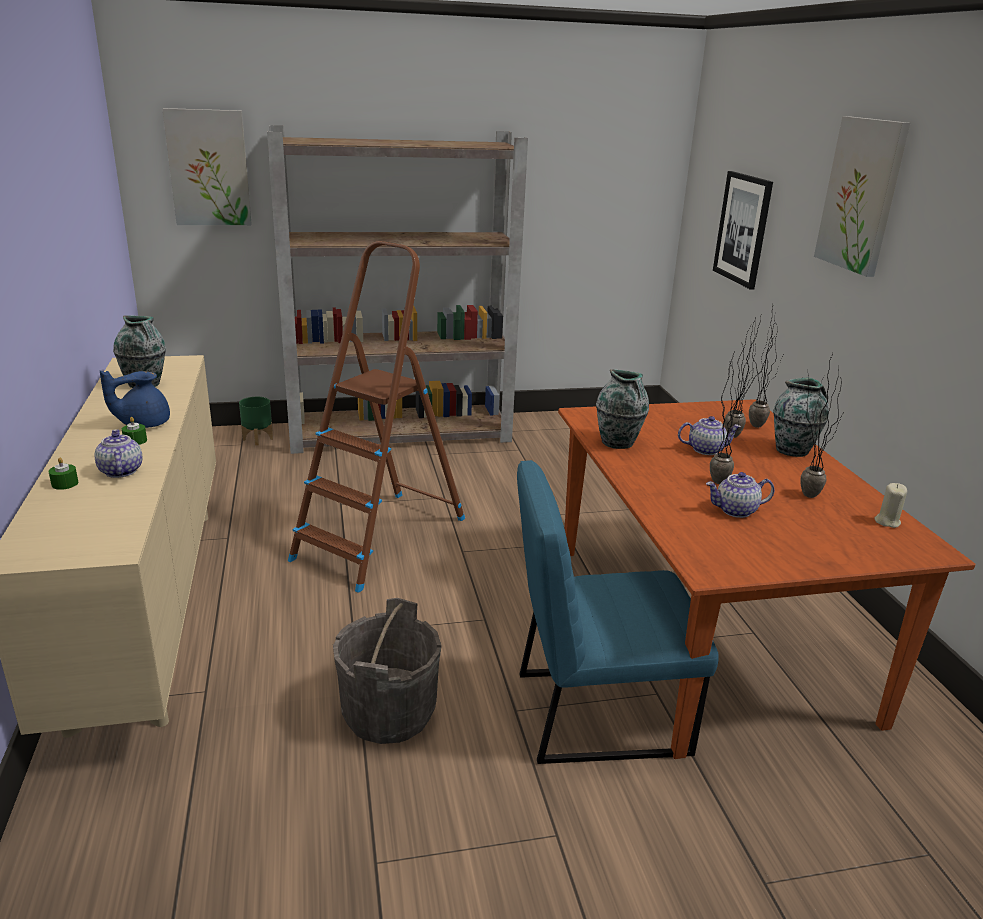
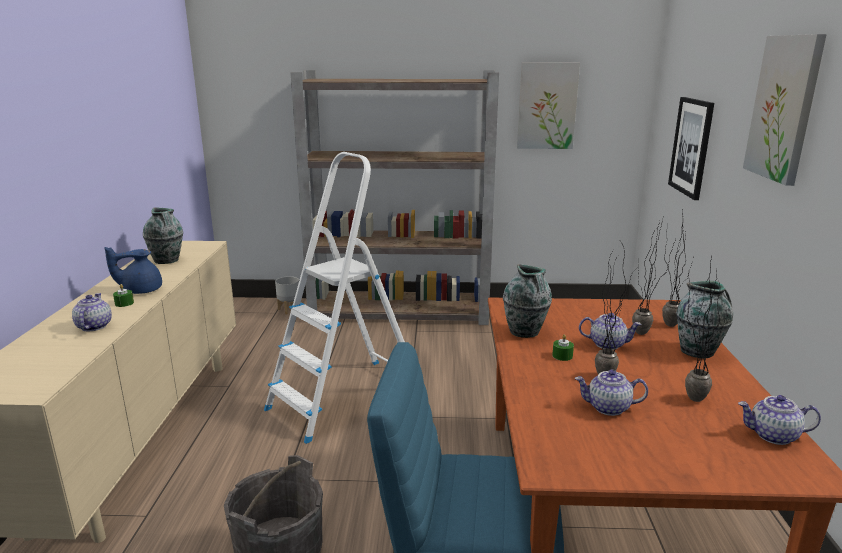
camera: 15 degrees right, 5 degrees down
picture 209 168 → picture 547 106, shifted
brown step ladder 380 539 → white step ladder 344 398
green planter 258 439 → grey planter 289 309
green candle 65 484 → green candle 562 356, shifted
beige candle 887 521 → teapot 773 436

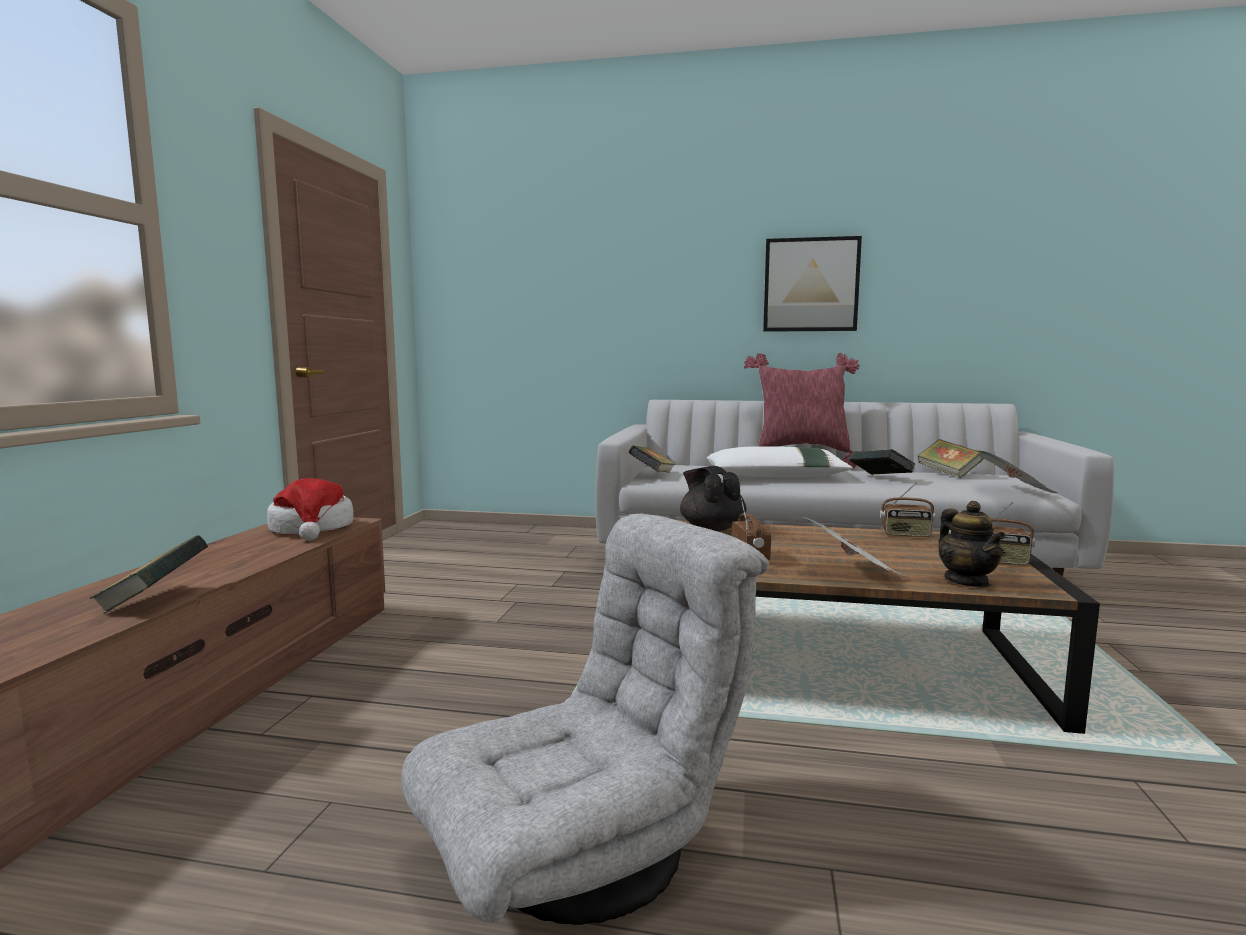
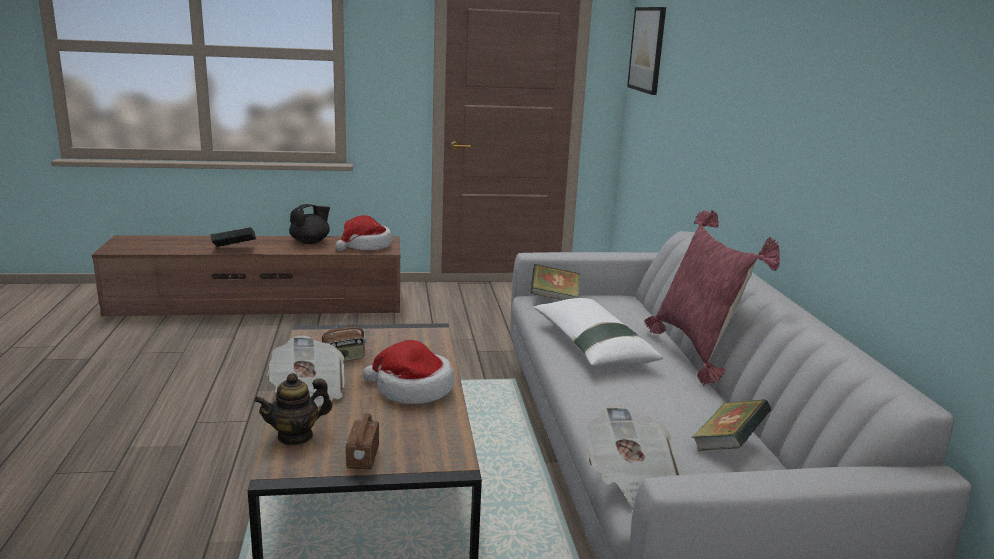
camera: 70 degrees right, 10 degrees up
picture 811 285 → picture 647 49, shifted
book 880 479 → -
black teapot 711 528 → black teapot 310 242, shifted
radio 906 535 → -
grey armchair 583 853 → -
- → hat 412 389

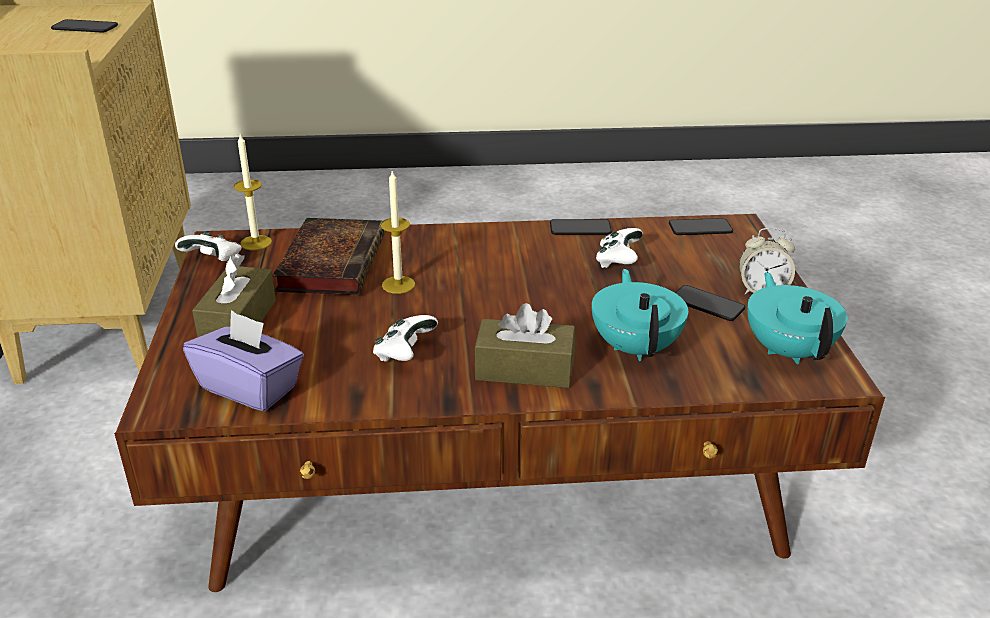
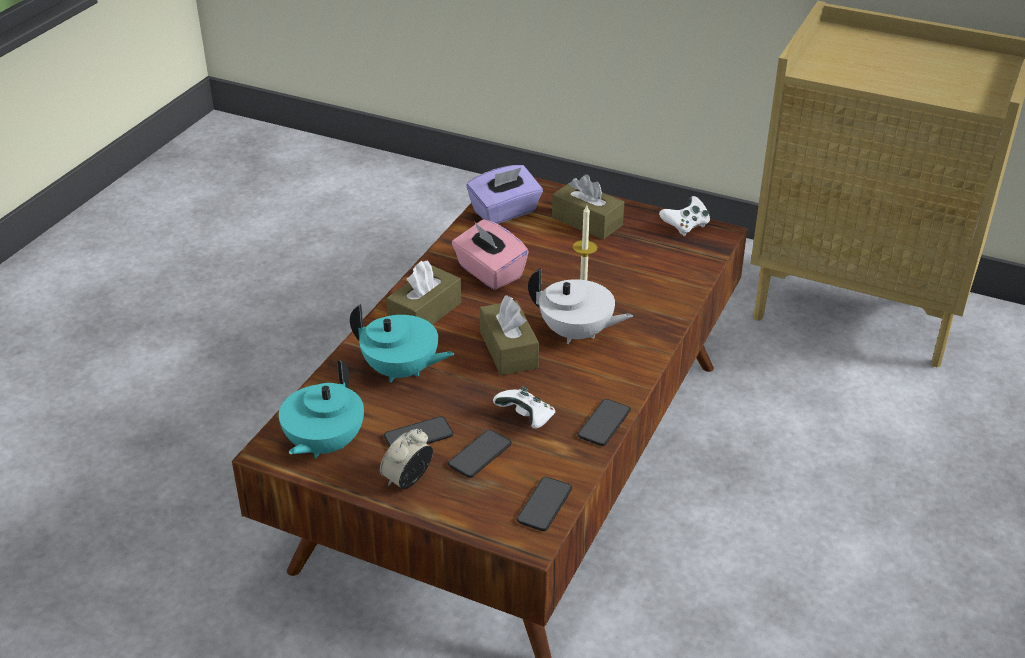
camera: 120 degrees right, 5 degrees up
phone 85 28 → phone 480 454, shifted
candle 256 242 → -
book 332 262 → -
turquoise teapot 788 350 → turquoise teapot 323 444, 90 degrees clockwise
white game controller 404 353 → pink tissue box 489 272
- → white teapot 576 333
- → brown tissue box 508 350

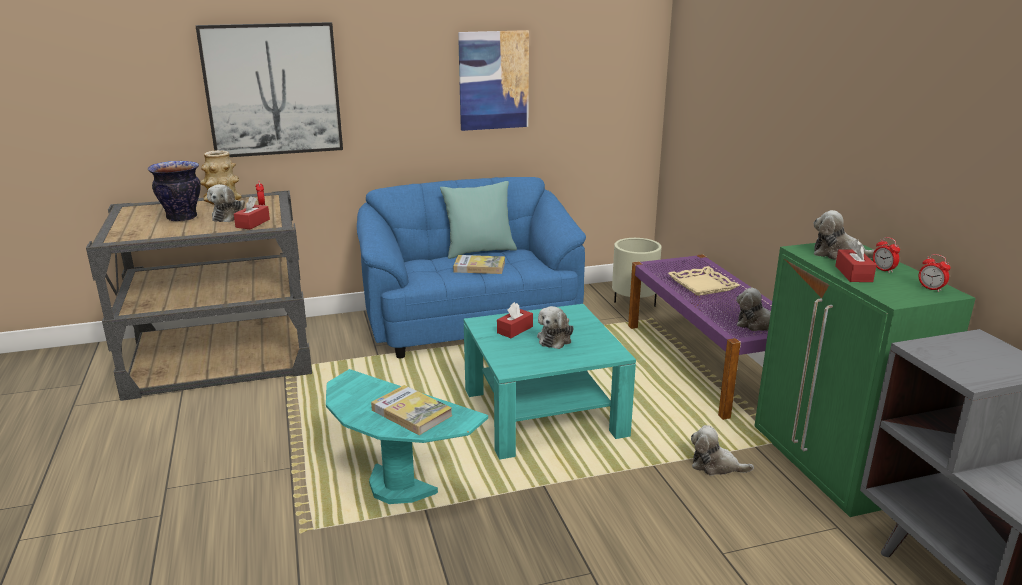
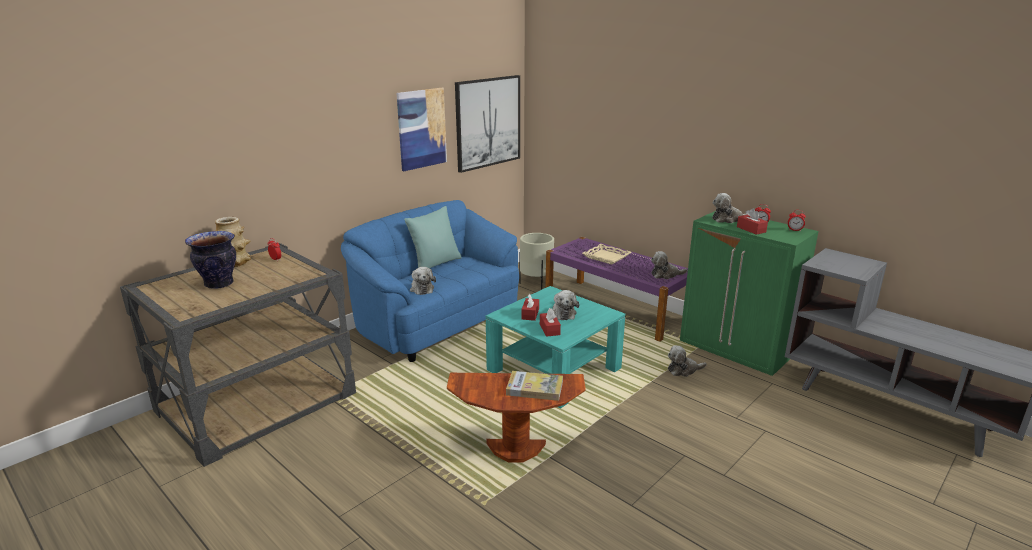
camera: 30 degrees left, 0 degrees up
picture 273 90 → picture 488 122, shifted
plush toy 229 216 → plush toy 421 288, shifted
red tissue box 253 223 → red tissue box 549 329, shifted
book 479 267 → -
turquoise side table 398 487 → brown side table 515 450

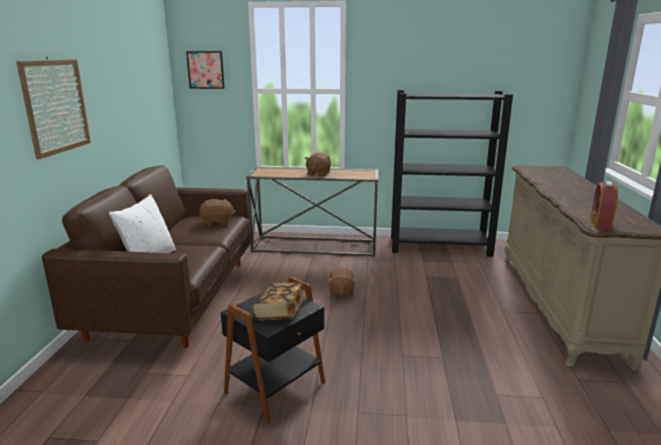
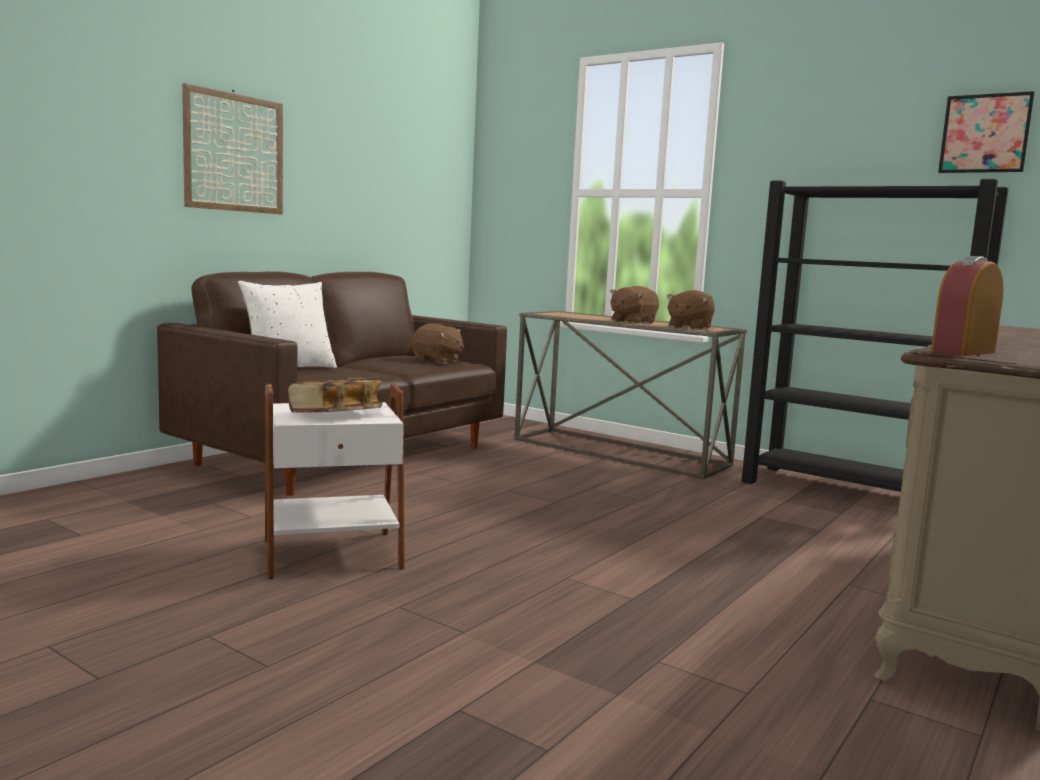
camera: 30 degrees right, 10 degrees down
picture 205 70 → picture 985 133, shifted
brown plush toy 341 293 → brown plush toy 689 328, shifted
black side table 277 388 → white side table 333 555

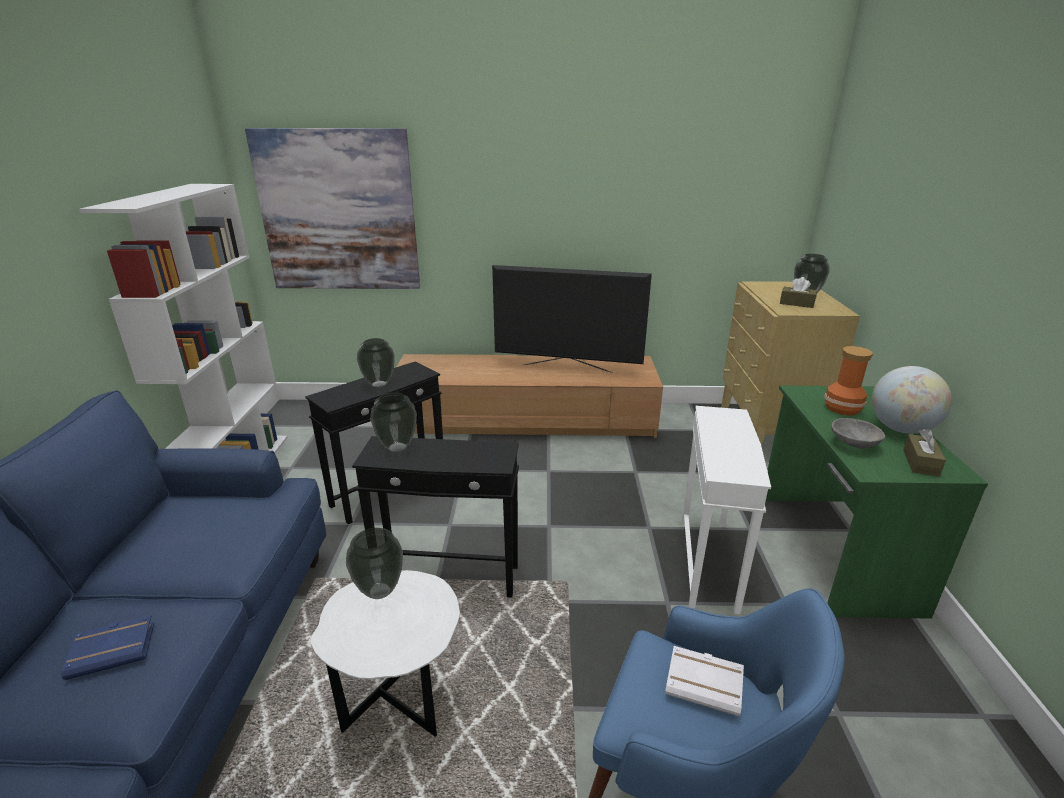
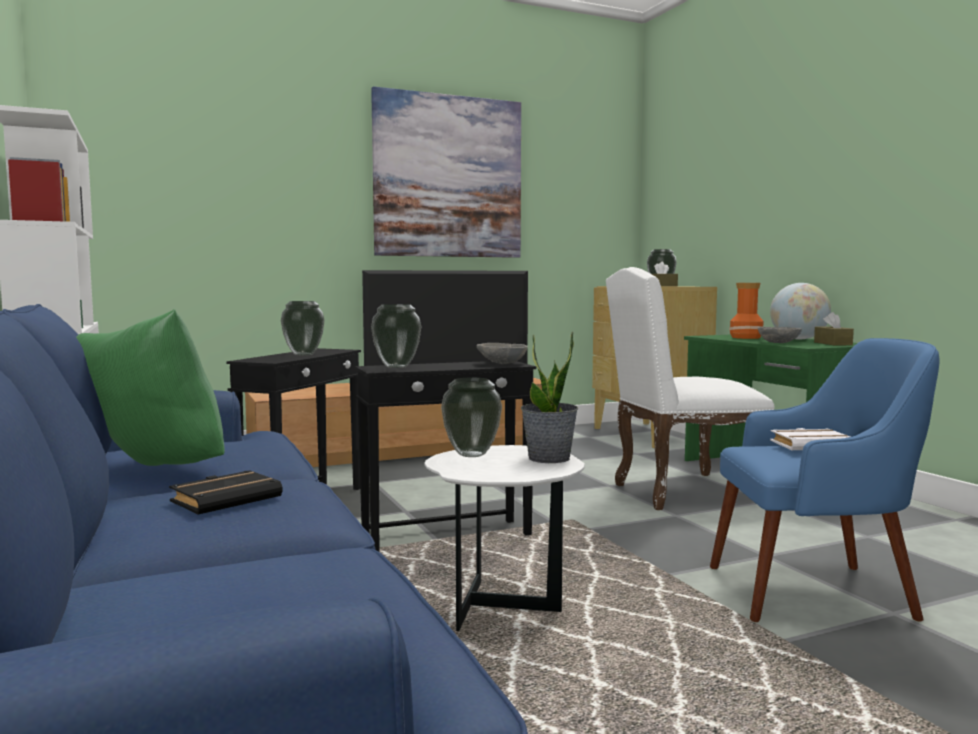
camera: 25 degrees left, 20 degrees down
picture 338 212 → picture 448 177, shifted
white side table 709 561 → white chair 683 492
blue book 114 649 → black book 227 499
- → green pillow 152 471
- → potted plant 549 458
- → grey bowl 501 363

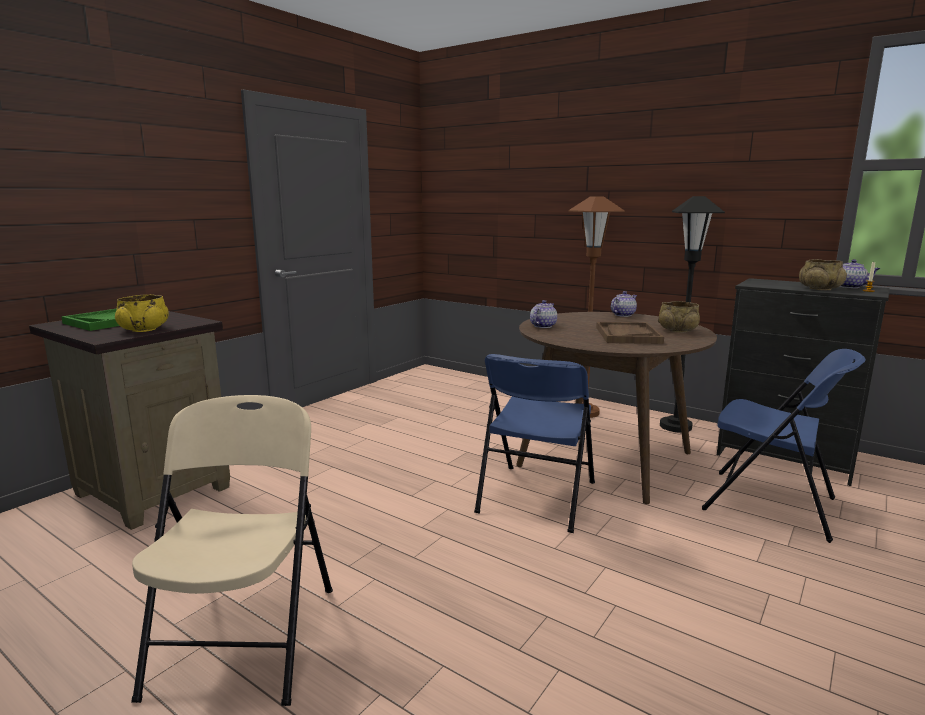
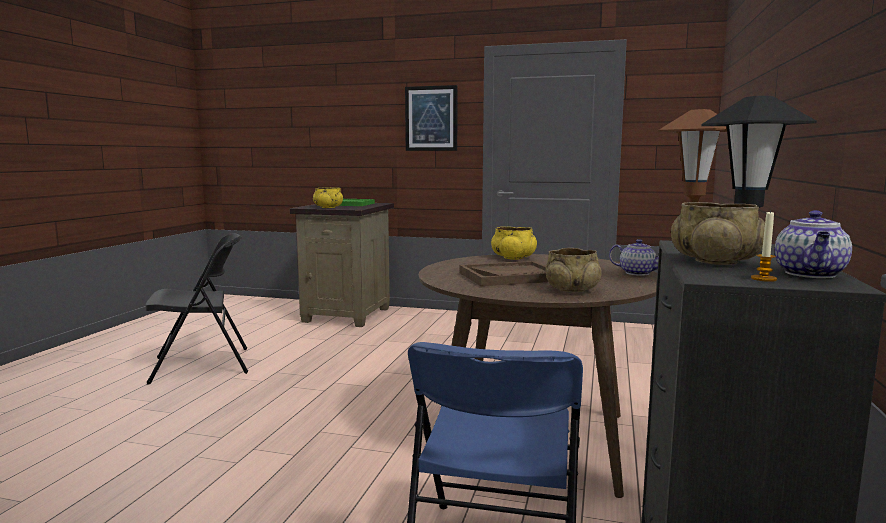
camera: 70 degrees right, 5 degrees down
teapot 542 326 → yellow bowl 513 257
blue chair 536 497 → -
beige chair 245 640 → black chair 201 365
- → picture 431 118

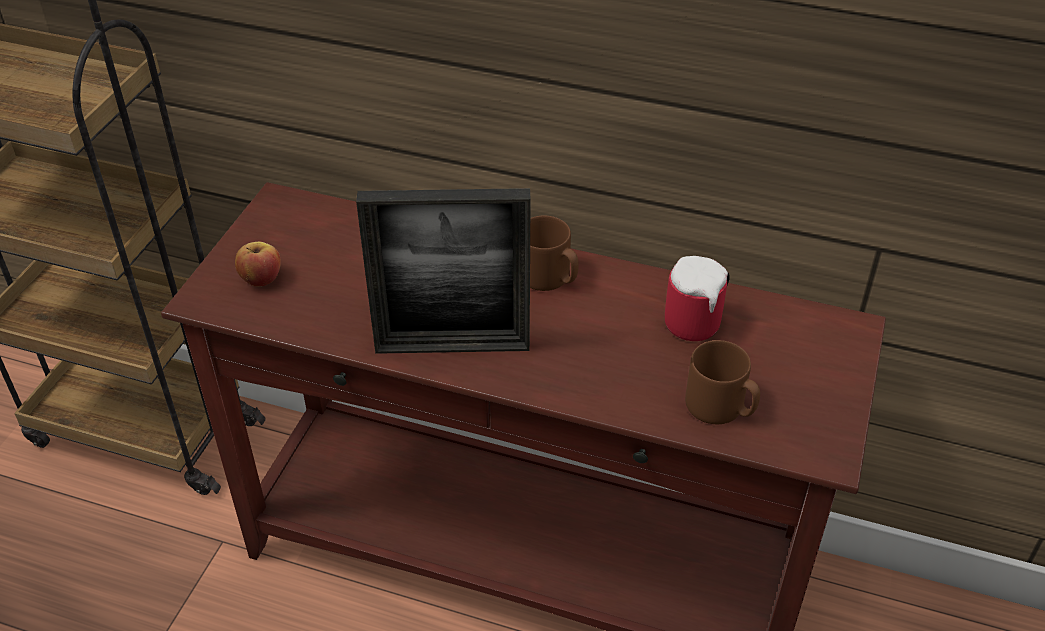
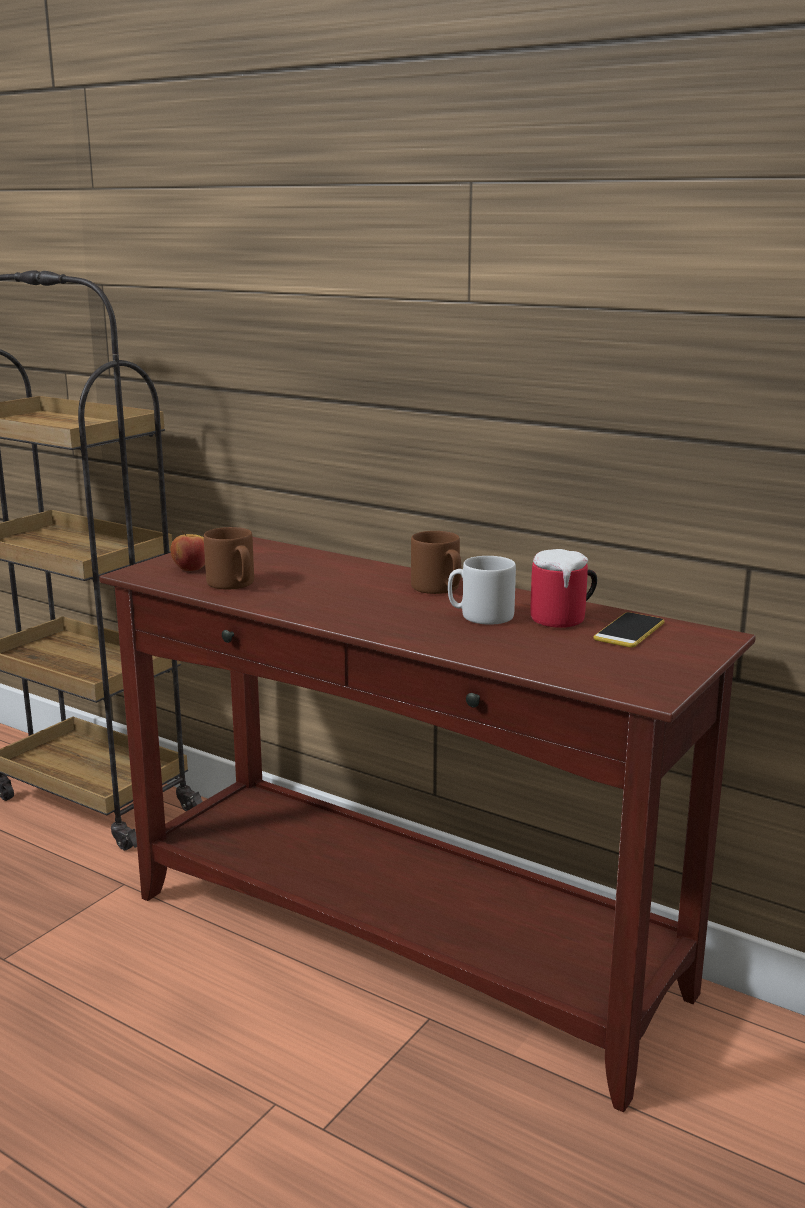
camera: 15 degrees right, 25 degrees down
picture frame 452 346 → -
brown mug 720 408 → brown mug 233 584, shifted
- → grey mug 480 616
- → phone 629 631

